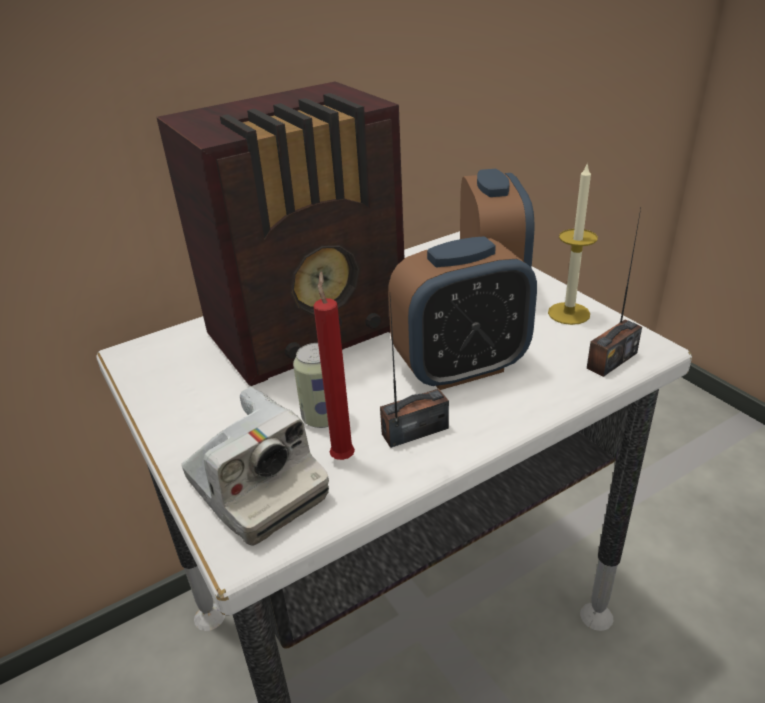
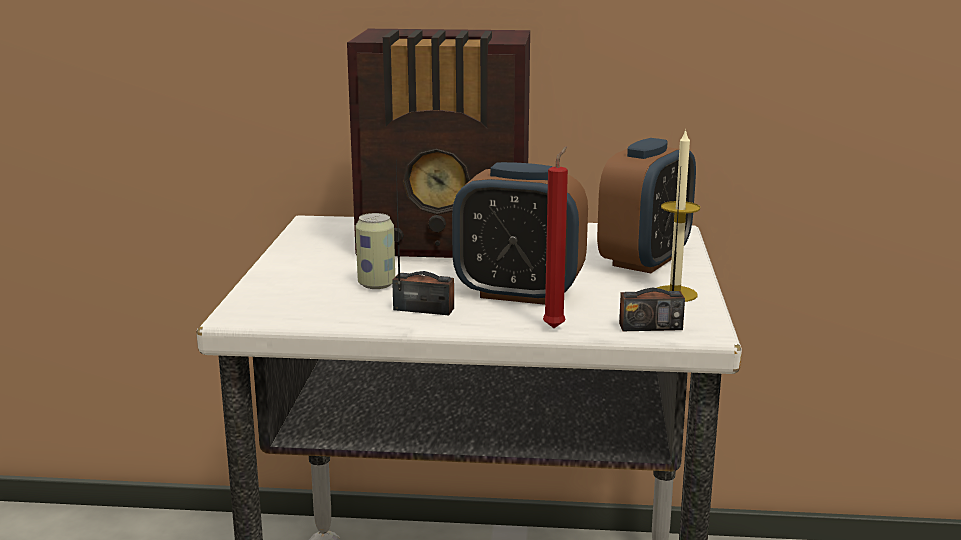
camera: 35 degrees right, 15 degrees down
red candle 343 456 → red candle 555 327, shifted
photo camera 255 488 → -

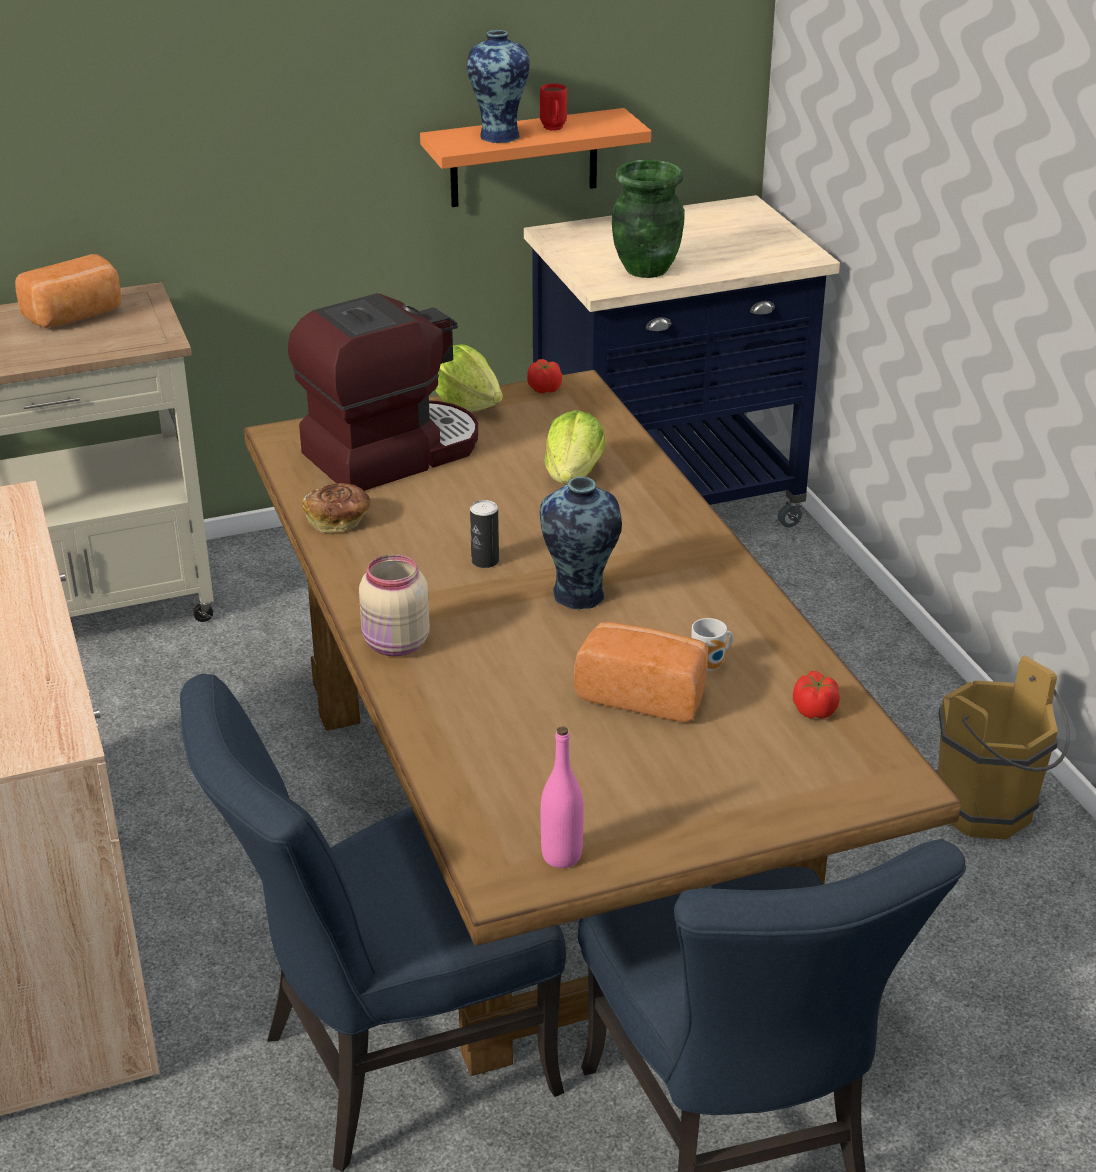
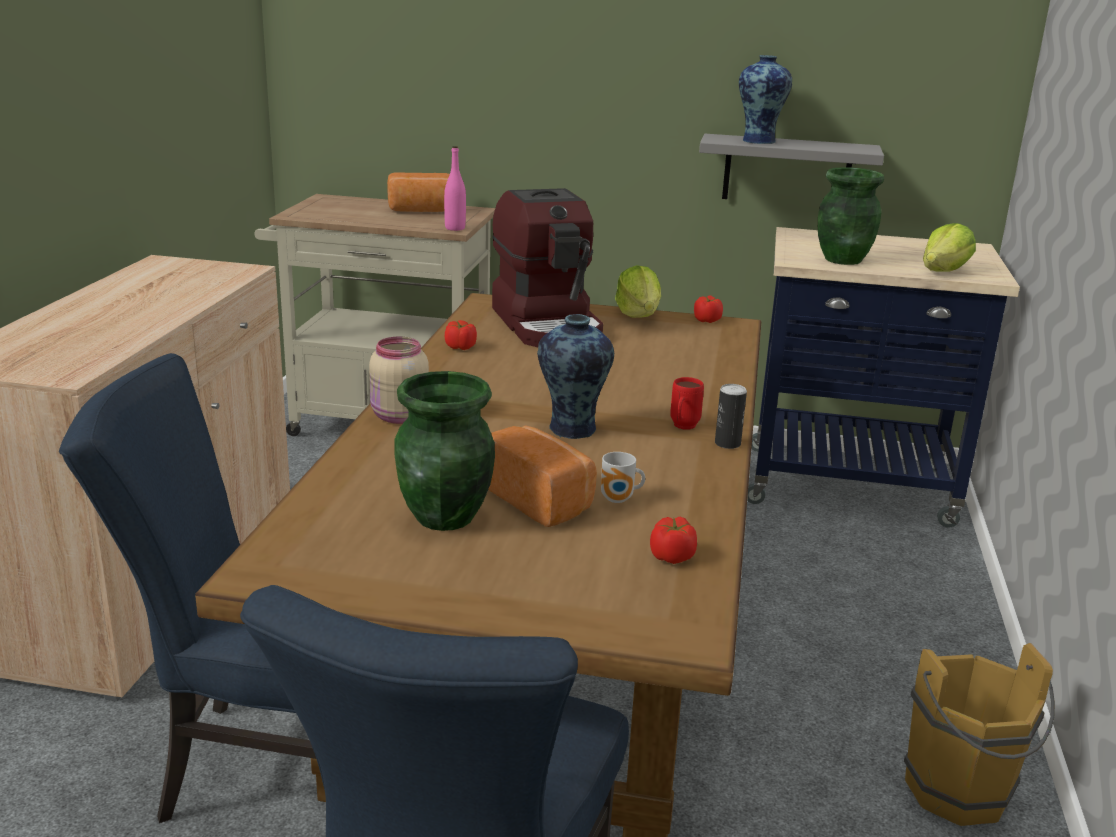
camera: 30 degrees right, 10 degrees down
red mug 554 129 → red mug 682 428, shifted
orange shelf 524 158 → grey shelf 787 171
coffee machine 391 452 → coffee machine 548 325, 75 degrees clockwise
lettuce 574 475 → lettuce 944 271, shifted
bread 339 521 → tomato 460 347
can 485 561 → can 727 443, shifted
pink bottle 561 856 → pink bottle 455 228, shifted
- → green vase 446 517

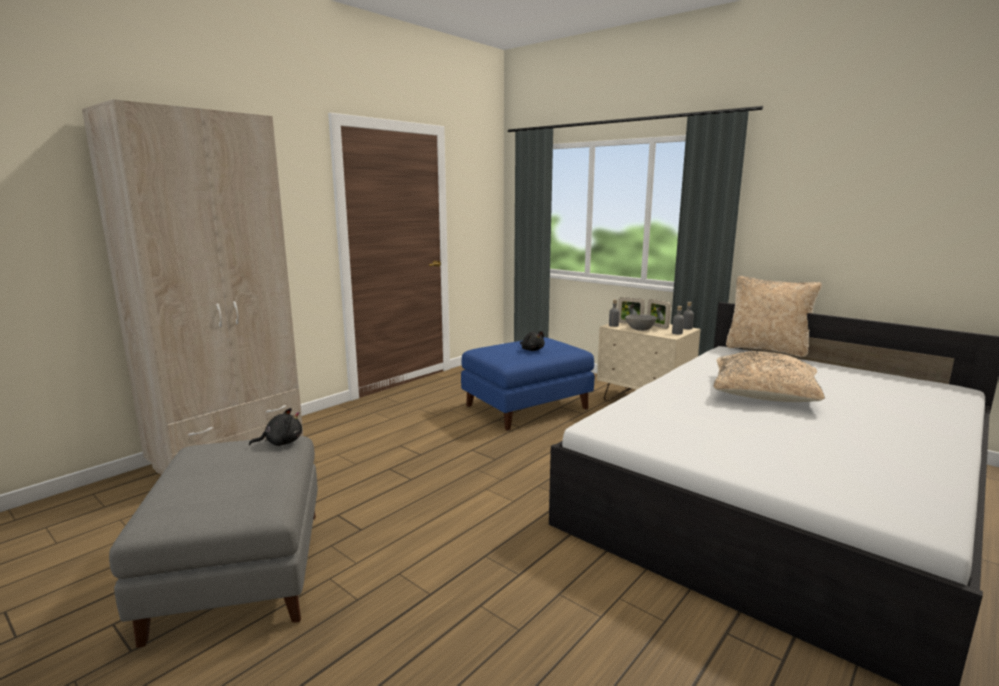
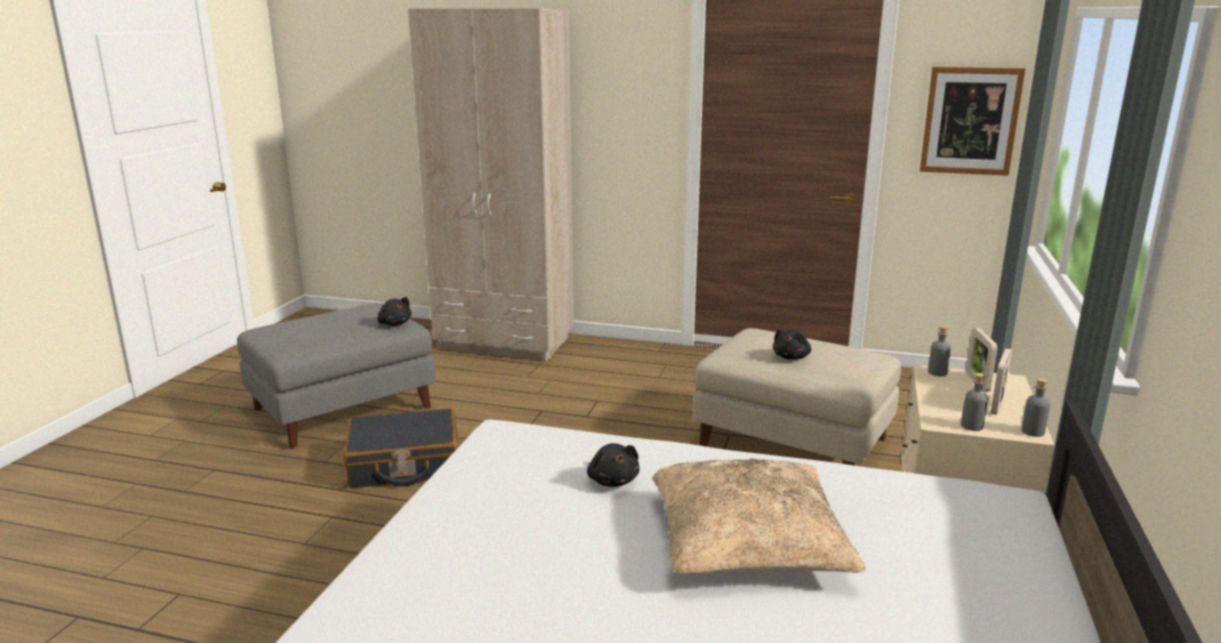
camera: 65 degrees right, 5 degrees up
beige pillow 767 351 → -
grey bowl 640 329 → -
blue ottoman 527 407 → beige ottoman 794 444
- → picture 970 121
- → black suitcase 404 464
- → black plush toy 613 480

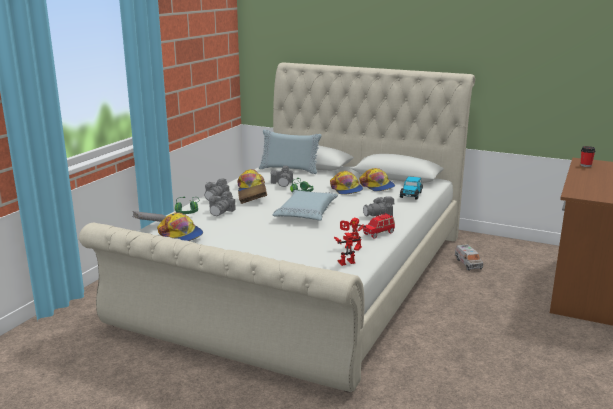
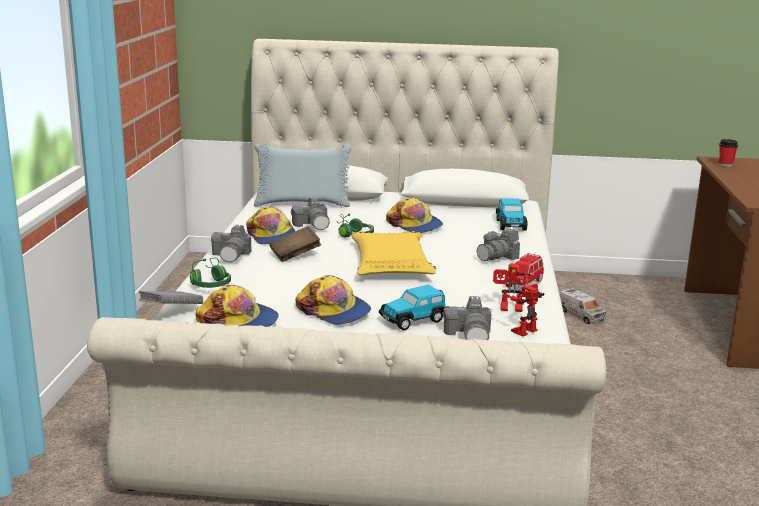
camera: 20 degrees left, 0 degrees up
cap 377 186 → cap 334 311, shifted
blue pillow 306 210 → yellow pillow 391 262
photo camera 221 211 → photo camera 470 335, shifted
- → toy car 413 320

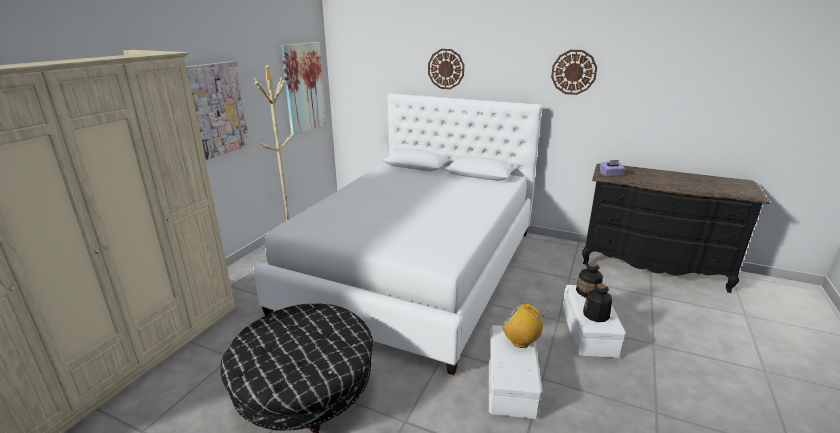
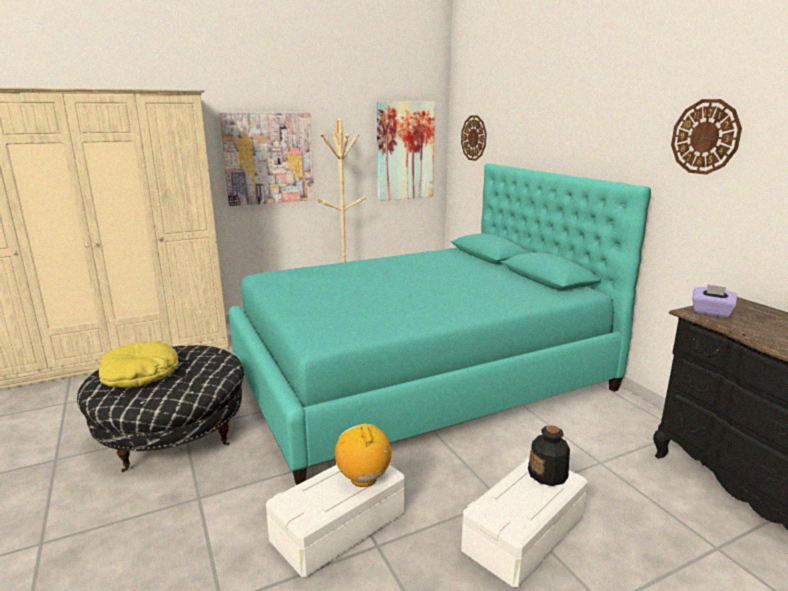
camera: 40 degrees right, 5 degrees down
wall clock 446 69 → wall clock 474 138, shifted
white bed 416 268 → turquoise bed 419 375
bottle 596 315 → -
- → yellow pillow 142 375

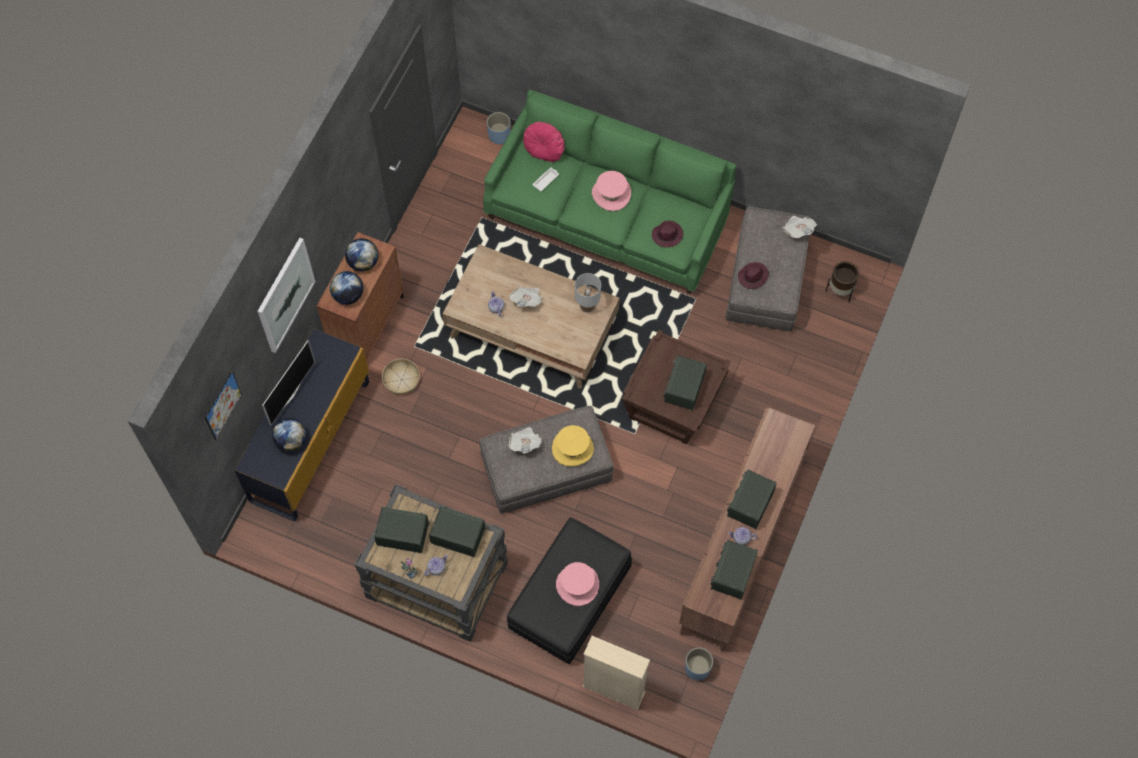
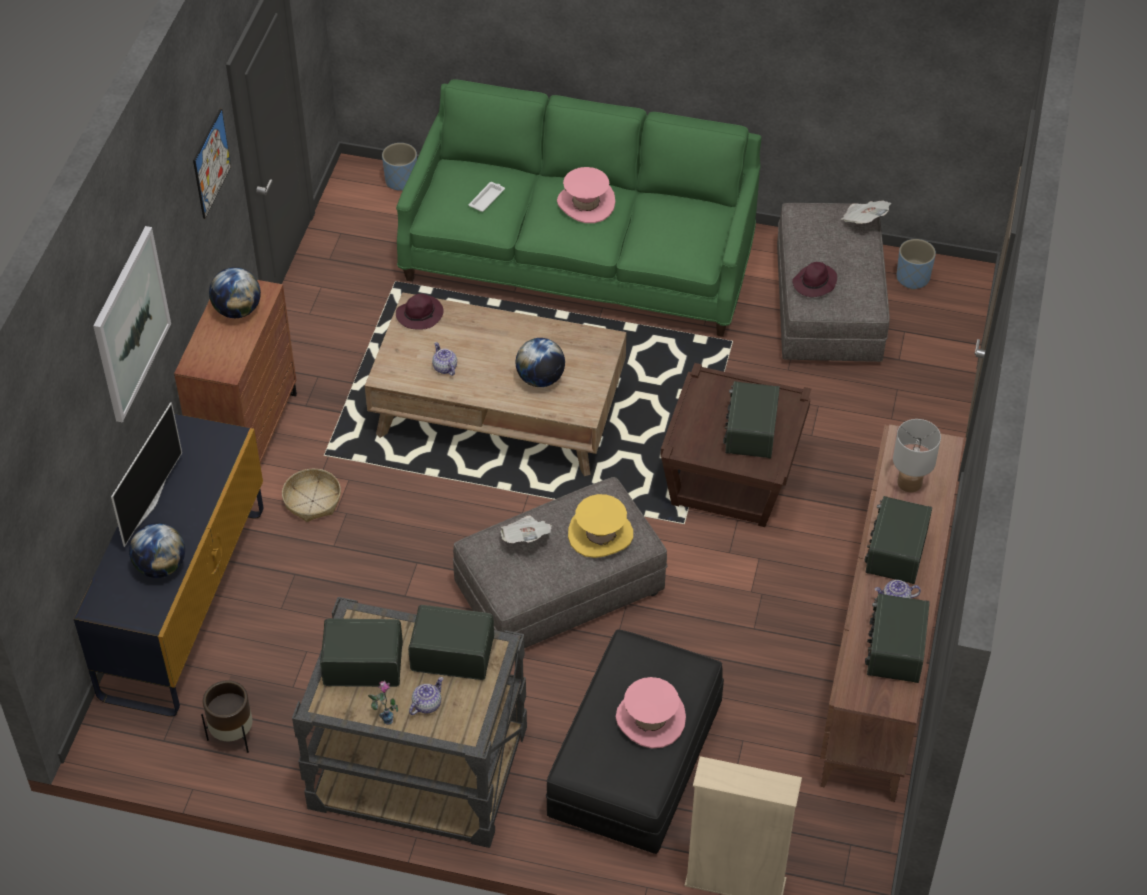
camera: 10 degrees left, 15 degrees down
pink pillow 544 152 → -
purple hat 667 235 → purple hat 420 314, shifted
brown planter 840 290 → brown planter 232 735, shifted
globe 348 295 → globe 540 379, shifted
grey table lamp 587 305 → grey table lamp 909 482, shifted
newspaper 527 300 → -
picture 222 405 → picture 211 163, shifted
blue planter 697 668 → blue planter 913 278, shifted

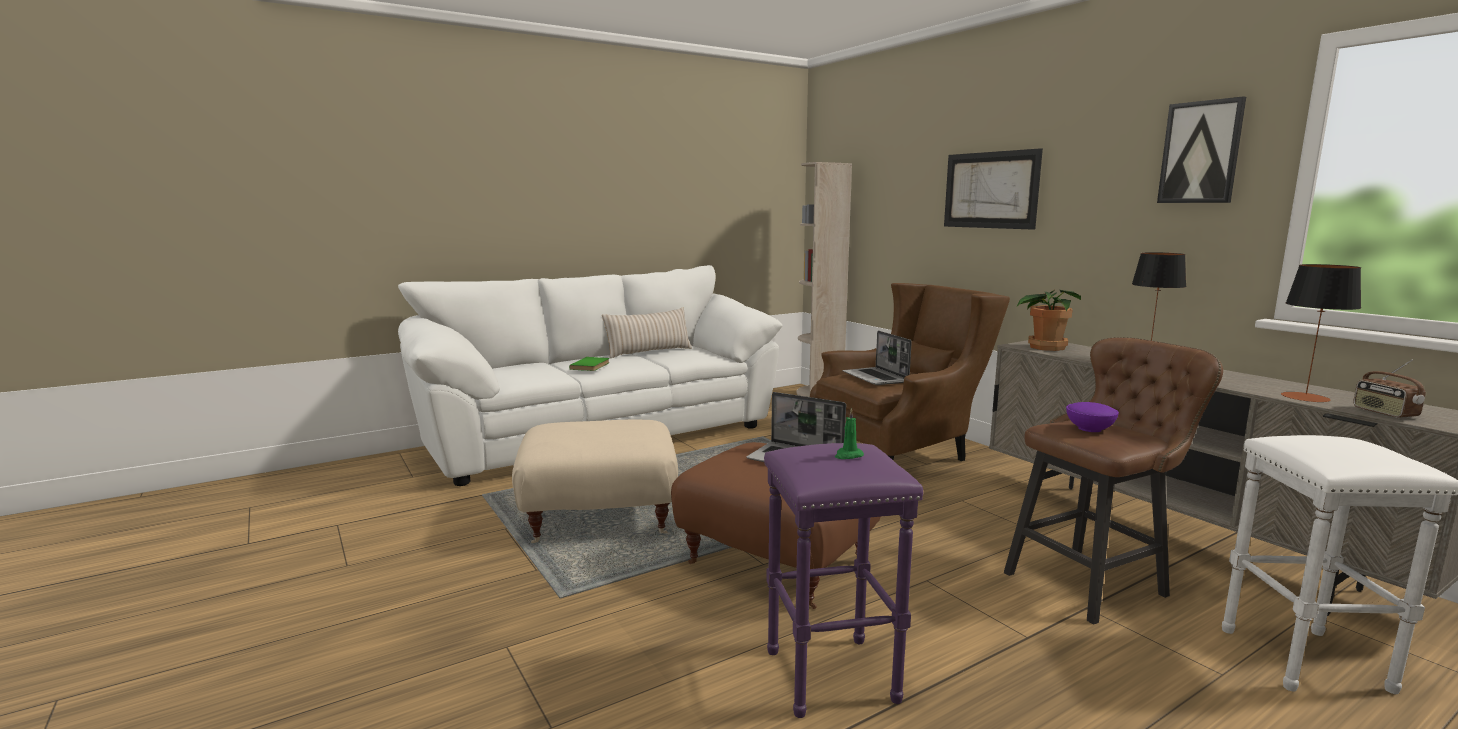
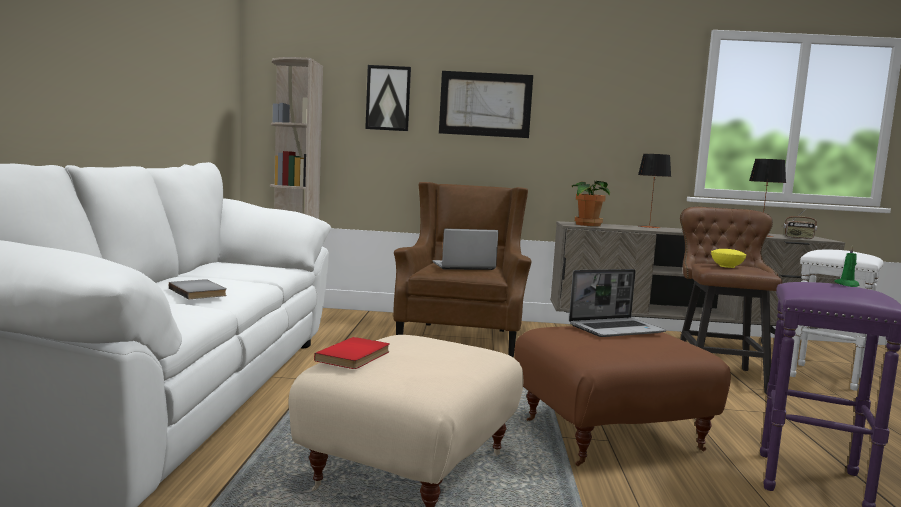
camera: 55 degrees left, 5 degrees down
picture 1201 152 → picture 388 98, shifted
beige pillow 649 352 → -
laptop 876 378 → laptop 463 266, 150 degrees clockwise
green book 591 366 → grey book 200 292
purple bowl 1089 428 → yellow bowl 726 266
- → red book 356 356

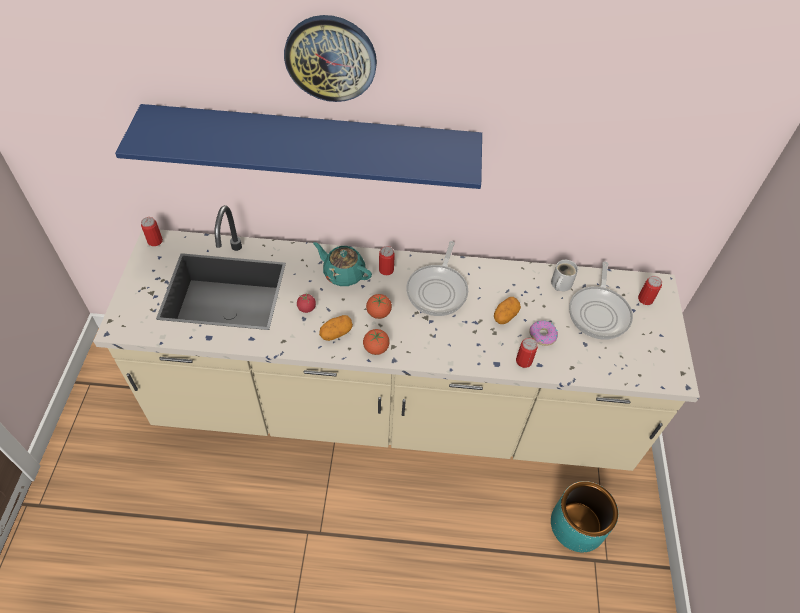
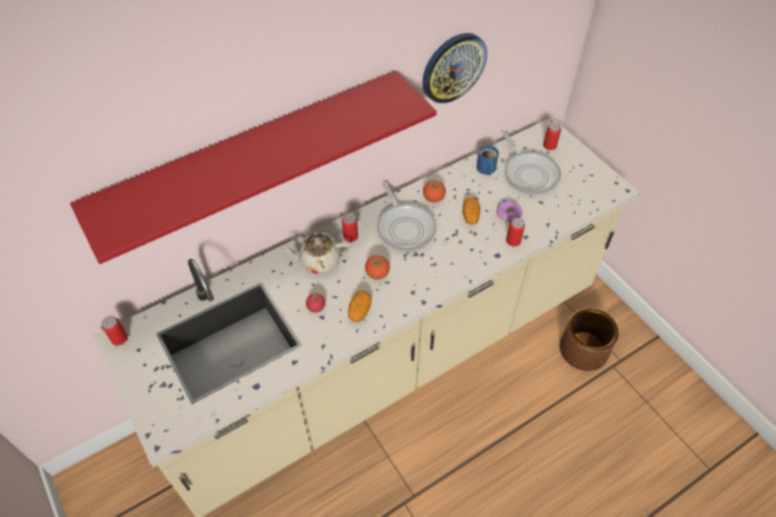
camera: 35 degrees left, 0 degrees up
wall clock 331 58 → wall clock 453 67, shifted
blue shelf 312 144 → red shelf 251 155
turquoise teapot 343 273 → beige teapot 319 261
white mug 559 284 → blue mug 485 169
tomato 376 348 → tomato 433 198, shifted
turquoise planter 576 526 → brown planter 583 351

